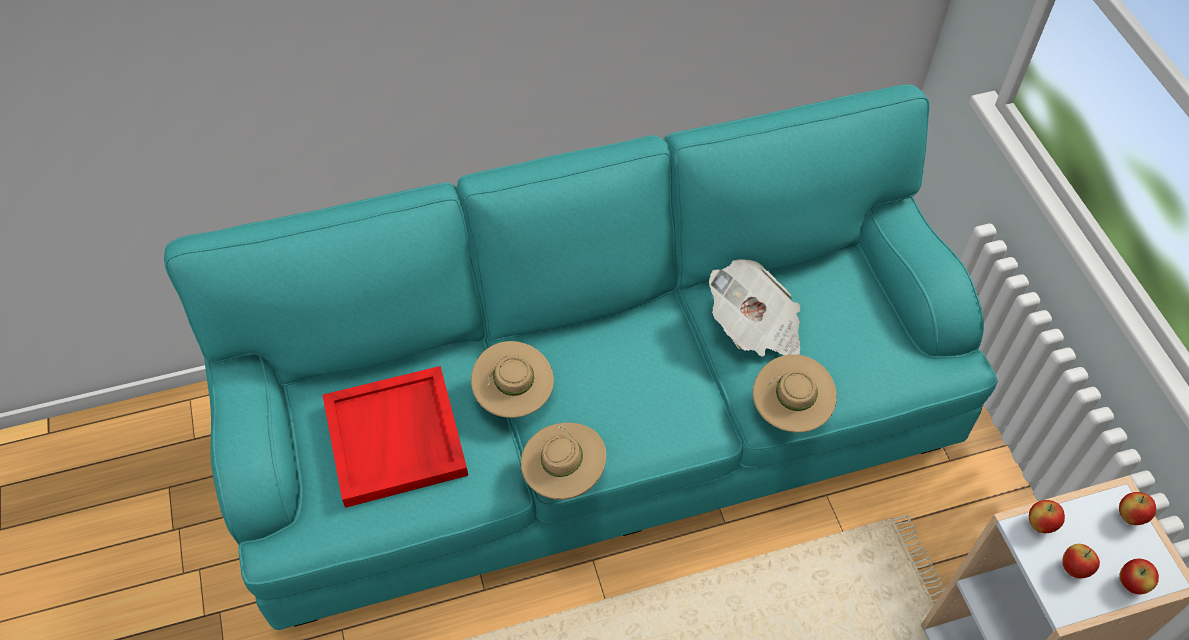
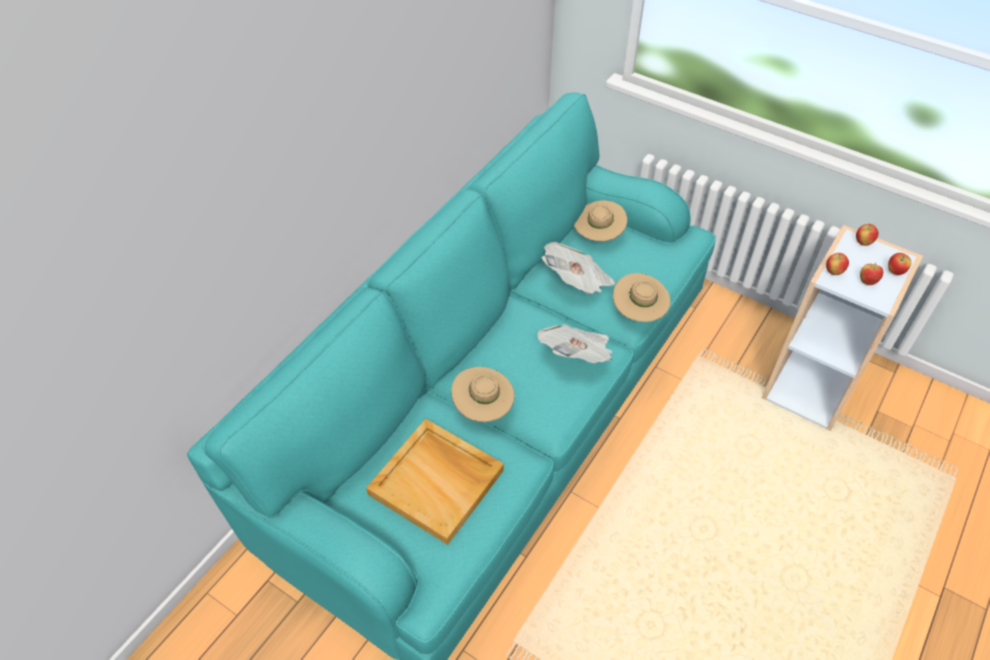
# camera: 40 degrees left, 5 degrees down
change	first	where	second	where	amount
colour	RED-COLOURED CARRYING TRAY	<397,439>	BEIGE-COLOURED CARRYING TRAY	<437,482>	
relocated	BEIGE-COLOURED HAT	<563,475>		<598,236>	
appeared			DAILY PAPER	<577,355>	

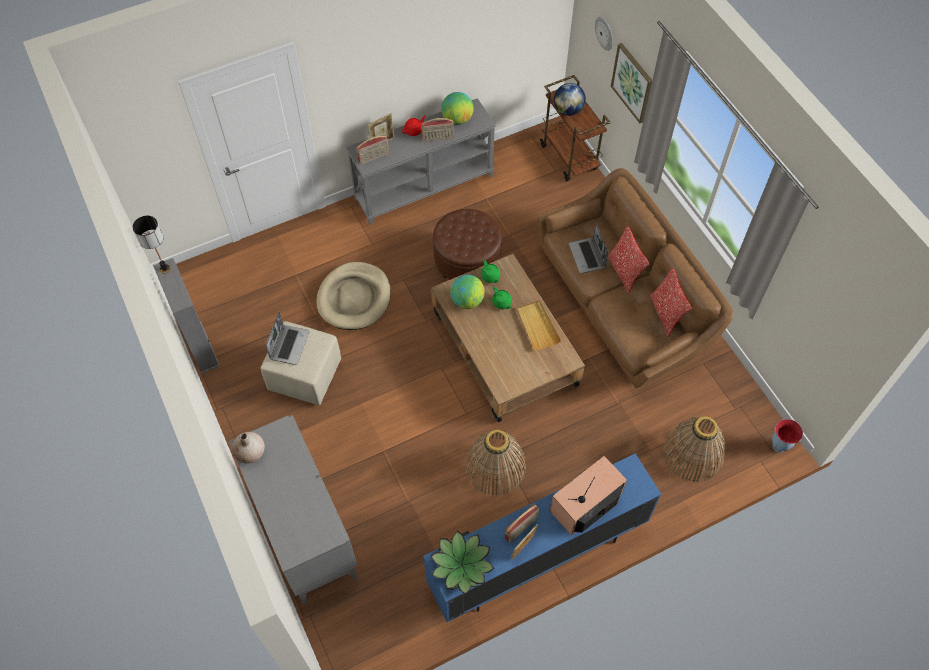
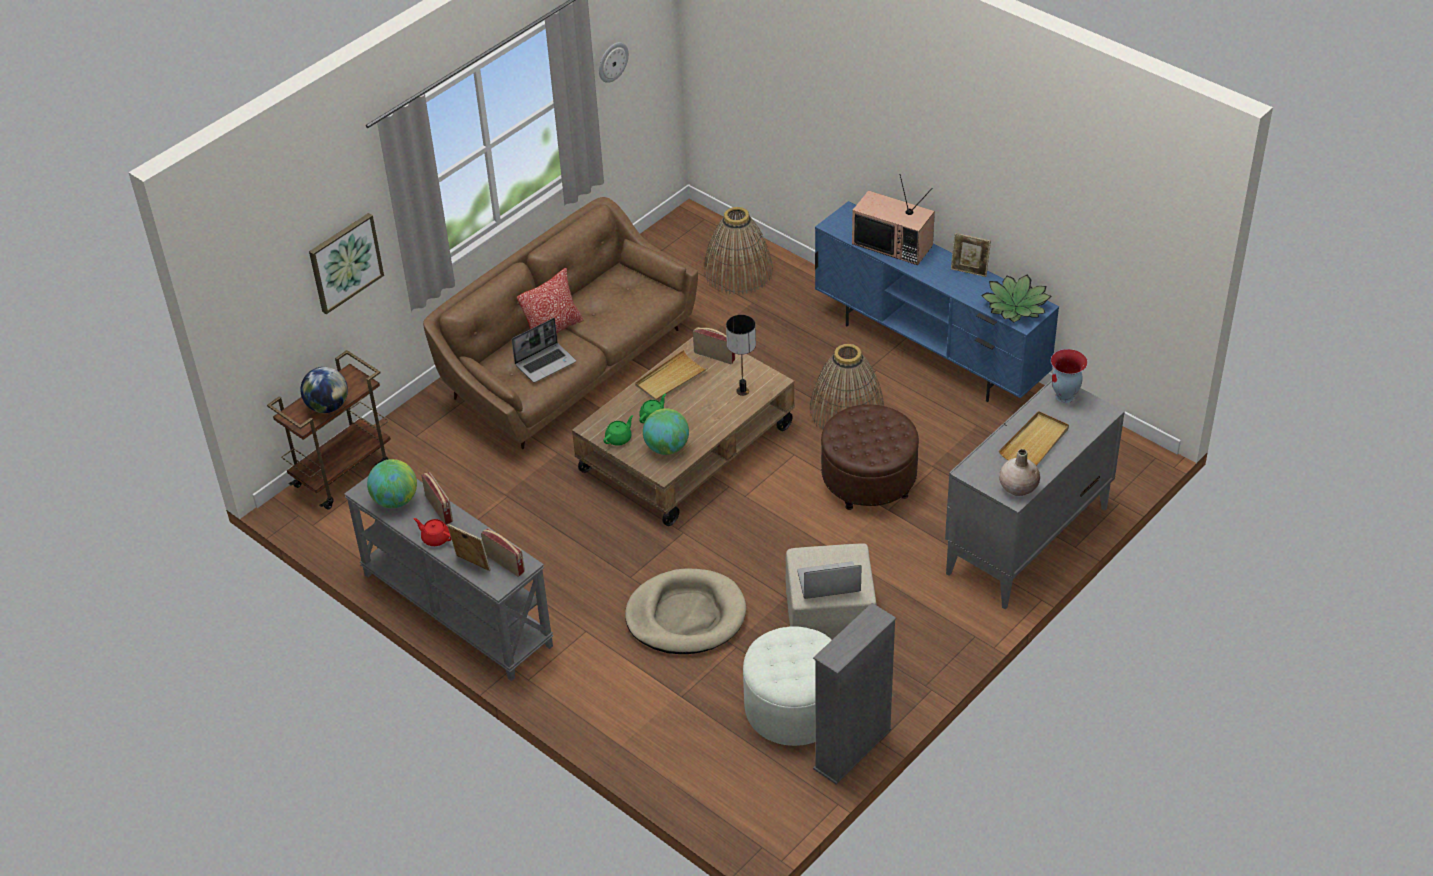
# camera: 110 degrees left, 15 degrees down
change	first	where	second	where	amount
relocated	TABLE LAMP	<165,269>		<742,391>	
relocated	BROWN-COLOURED OTTOMAN	<467,261>		<868,482>	
relocated	RADIO SET	<521,528>		<715,356>	
relocated	WALL CLOCK	<604,33>		<612,61>	
missing	PILLOW	<665,314>			
relocated	DECORATIVE VASE	<778,446>		<1065,396>	
appeared			WHITISH OTTOMAN	<794,708>	
appeared			BEIGE-COLOURED CARRYING TRAY	<1035,443>	

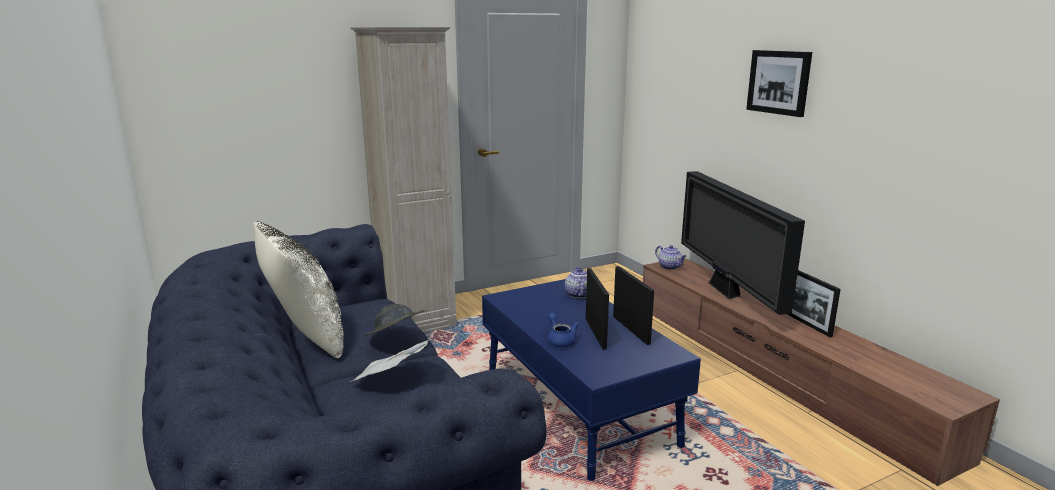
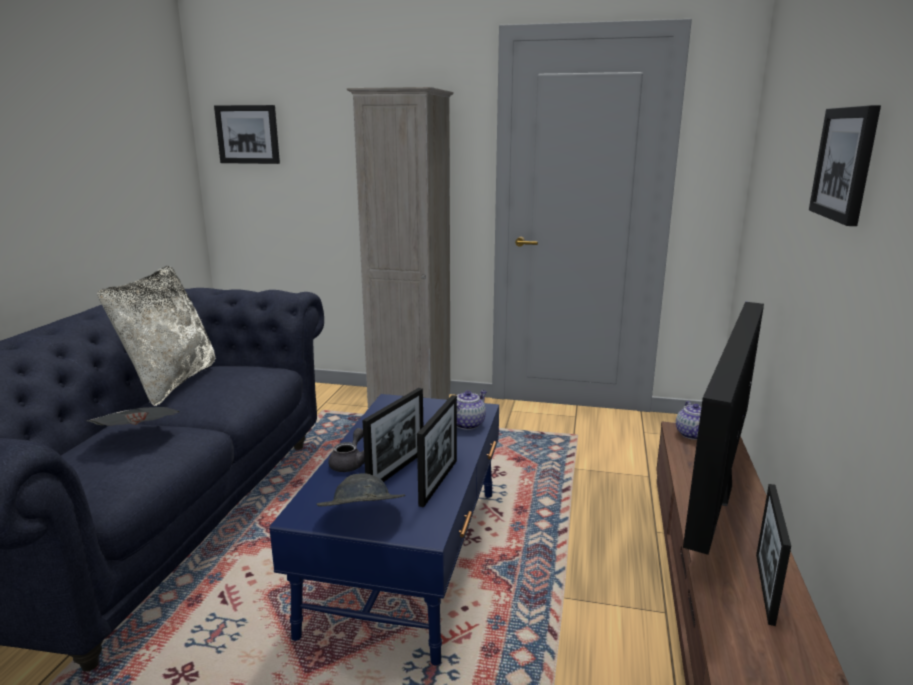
# camera: 40 degrees right, 0 degrees up
change	first	where	second	where	amount
relocated	GRAY HAT	<395,337>		<361,518>	
colour	BLUE TEAPOT	<560,340>	GRAY TEAPOT	<350,463>	
appeared			WALL PICTURE	<248,134>	

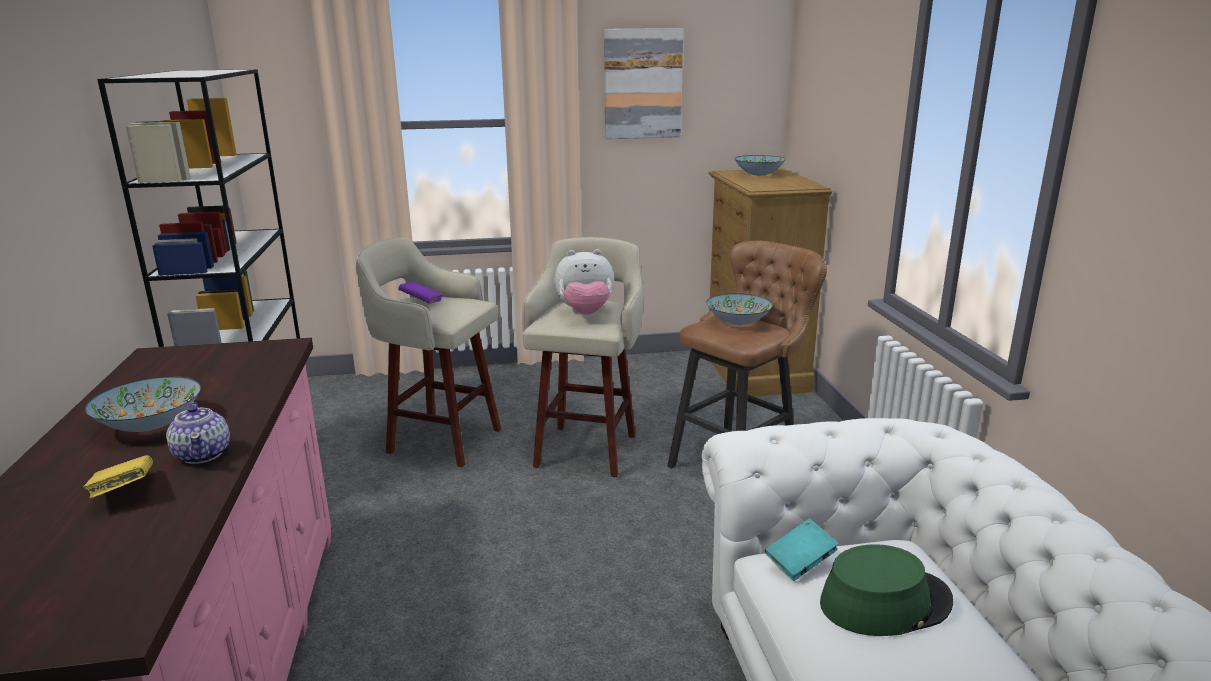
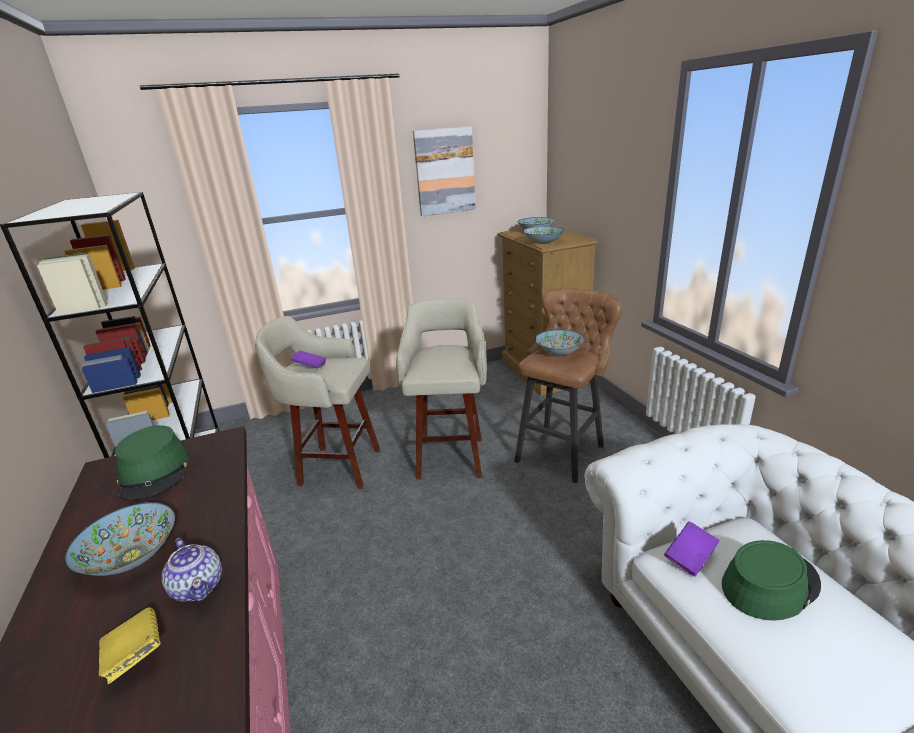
# camera: 10 degrees left, 5 degrees up
change	first	where	second	where	amount
missing	PLUSH TOY	<585,314>			
colour	TURQUOISE VOLUME	<800,562>	PURPLE-COLOURED VOLUME	<690,557>	
appeared			GREEN-COLOURED HAT	<155,472>	
appeared			BOWL	<543,242>	

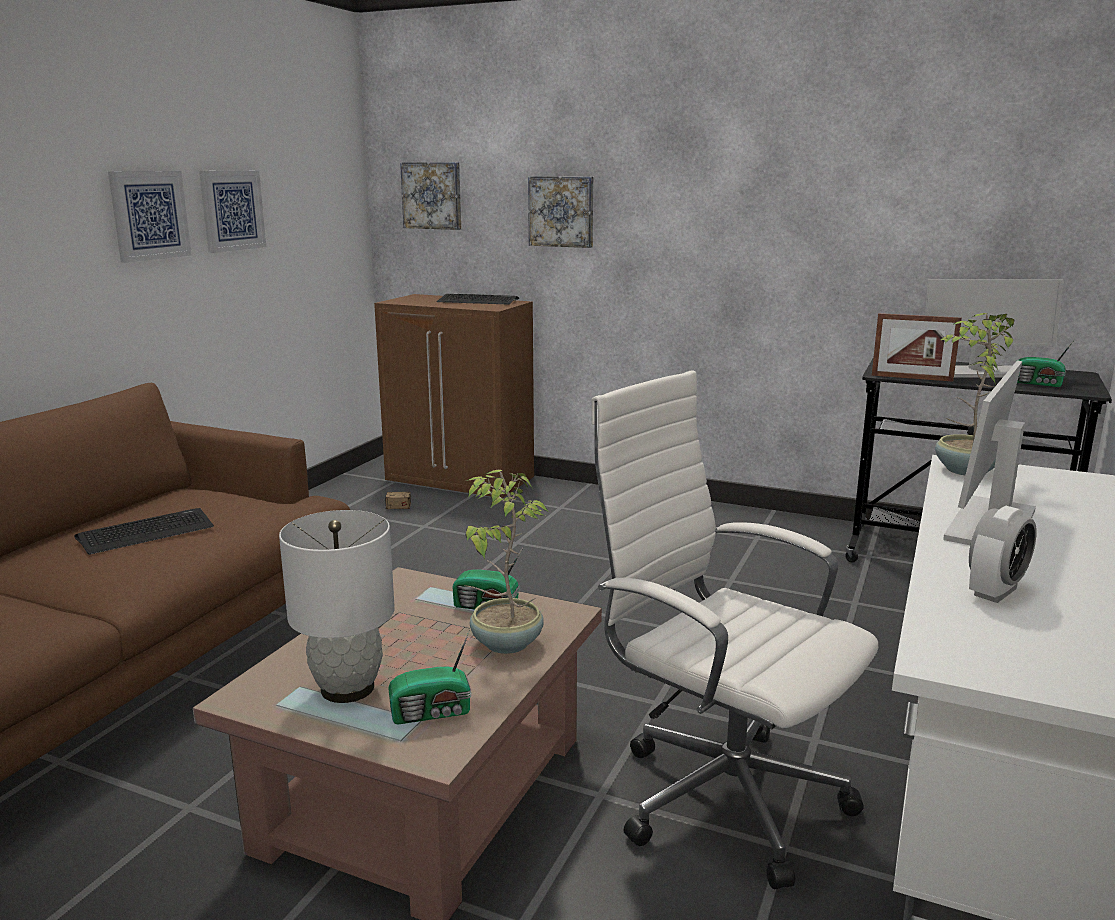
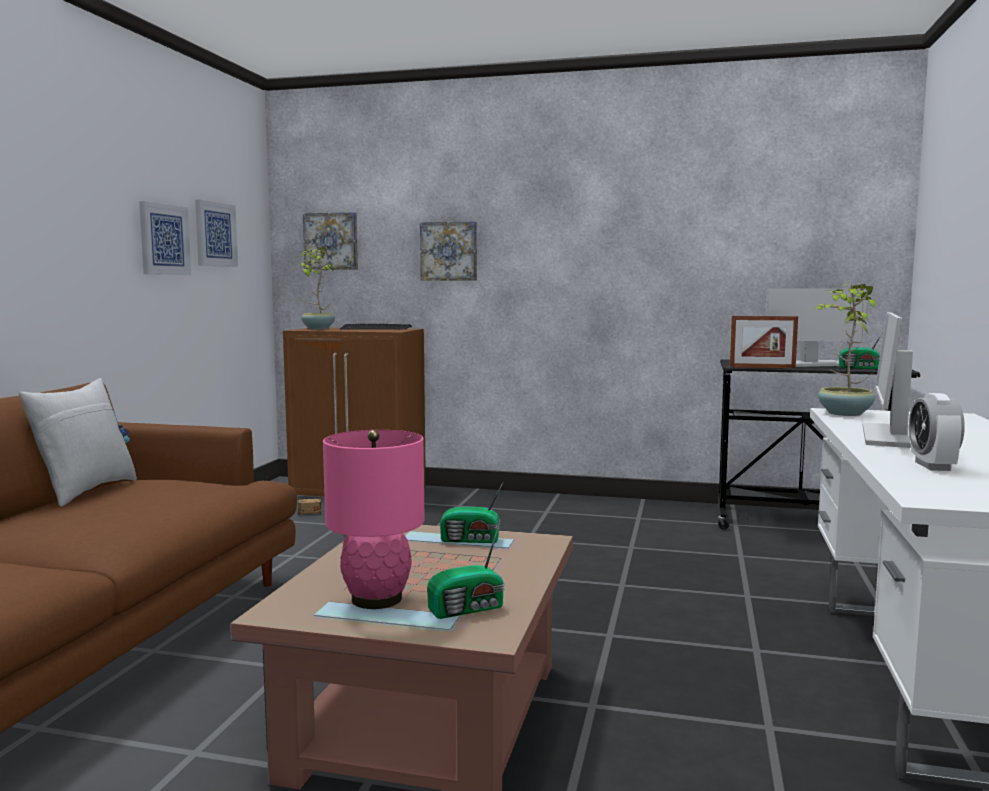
# camera: 10 degrees left, 10 degrees down
change	first	where	second	where	amount
missing	COMPUTER KEYBOARD	<146,532>			
relocated	WALL PICTURE	<149,215>		<215,234>	
colour	WHITISH TABLE LAMP	<347,688>	PINK TABLE LAMP	<377,599>	
relocated	PLANT IN A POT	<505,643>		<317,328>	
missing	WHITISH OFFICE CHAIR	<719,794>			
spun	TABLE CLOCK	<995,592>		<932,466>	150 degrees clockwise
appeared			GRAY PILLOW	<86,492>	

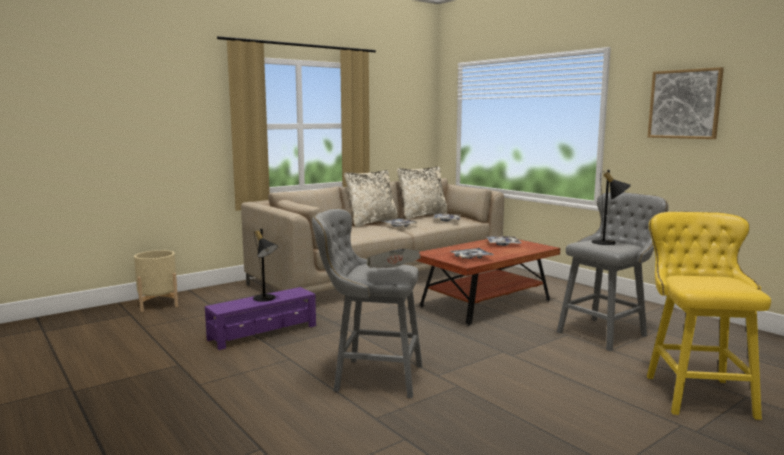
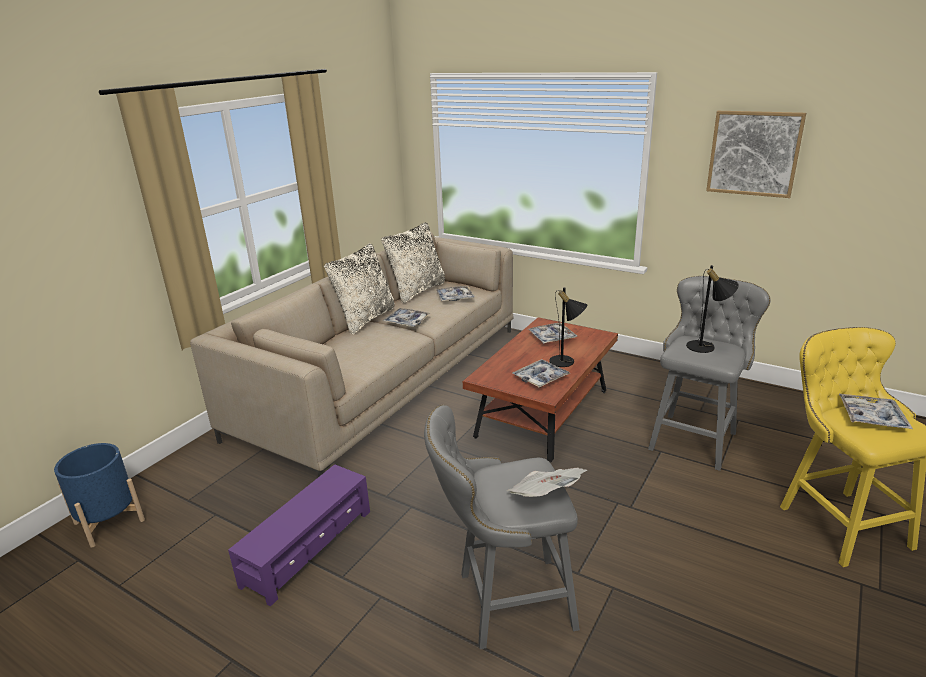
# camera: 20 degrees left, 15 degrees up
change	first	where	second	where	amount
colour	BEIGE-COLOURED PLANT POT	<158,304>	BLUE PLANT POT	<109,521>	
relocated	BLACK-COLOURED TABLE LAMP	<266,299>		<566,362>	
appeared			CARRYING TRAY	<871,417>	

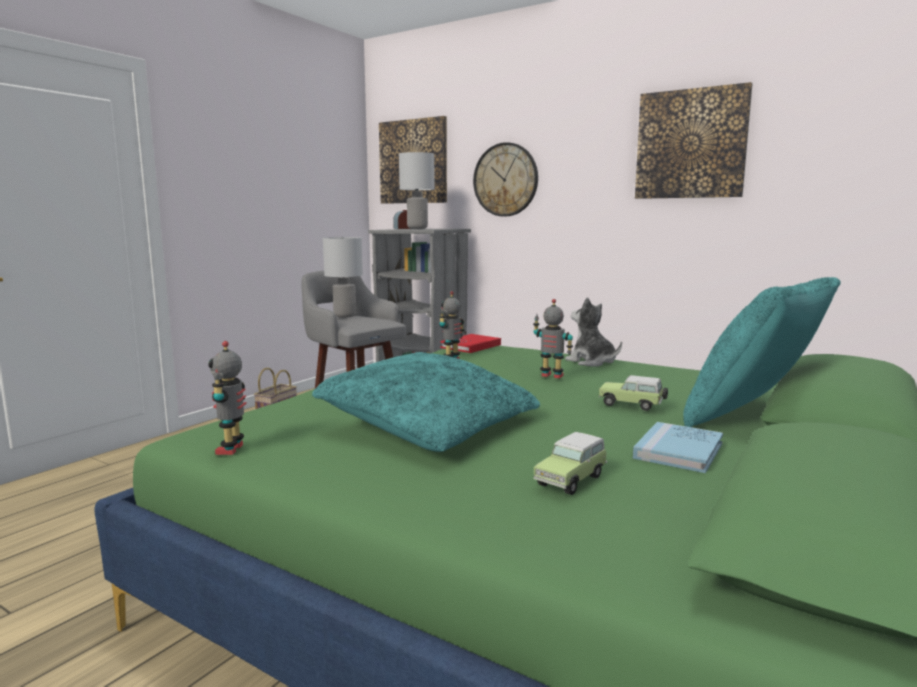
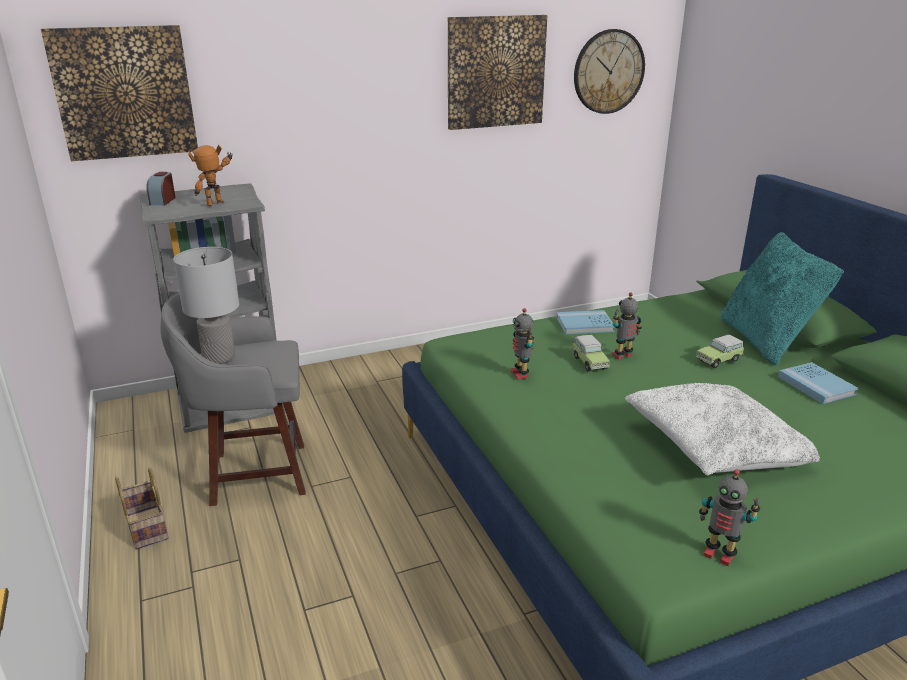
# camera: 55 degrees left, 15 degrees up
change	first	where	second	where	amount
colour	TURQUOISE PILLOW	<430,426>	WHITISH PILLOW	<715,447>	
exchanged	GRAY TABLE LAMP	<417,229>	ROBOT FIGURE	<217,204>	
missing	RED-COLOURED VOLUME	<471,346>			
relocated	WALL CLOCK	<505,180>		<608,72>	
relocated	MODEL CAR	<572,479>		<589,362>	
exchanged	PLUSH TOY	<591,362>	BLUE VOLUME	<584,325>	

